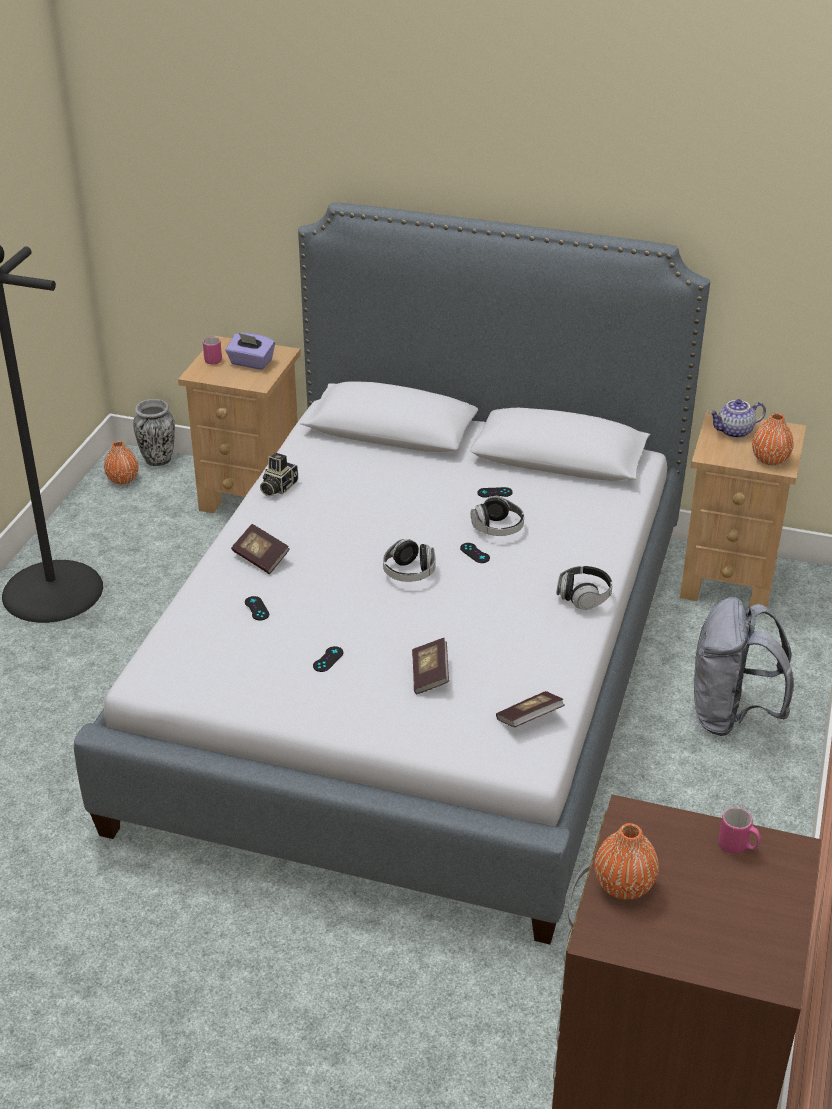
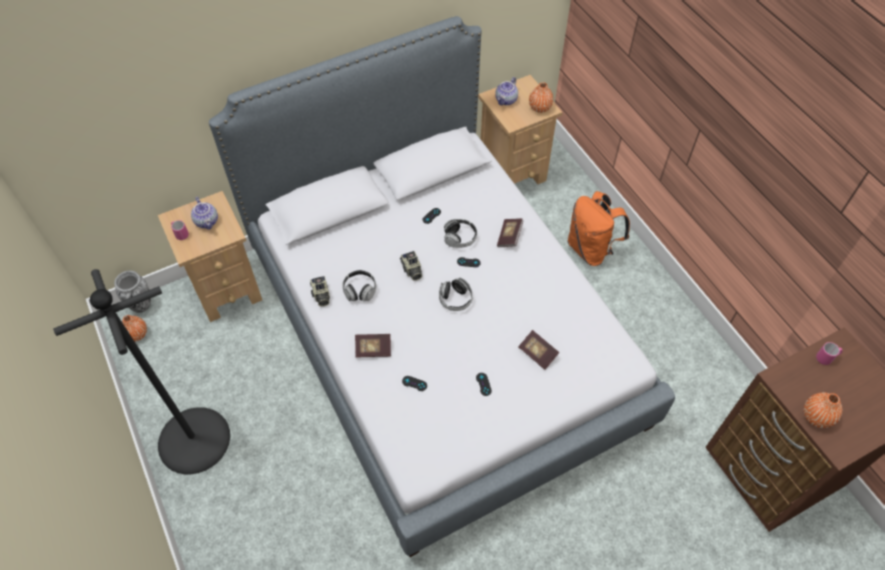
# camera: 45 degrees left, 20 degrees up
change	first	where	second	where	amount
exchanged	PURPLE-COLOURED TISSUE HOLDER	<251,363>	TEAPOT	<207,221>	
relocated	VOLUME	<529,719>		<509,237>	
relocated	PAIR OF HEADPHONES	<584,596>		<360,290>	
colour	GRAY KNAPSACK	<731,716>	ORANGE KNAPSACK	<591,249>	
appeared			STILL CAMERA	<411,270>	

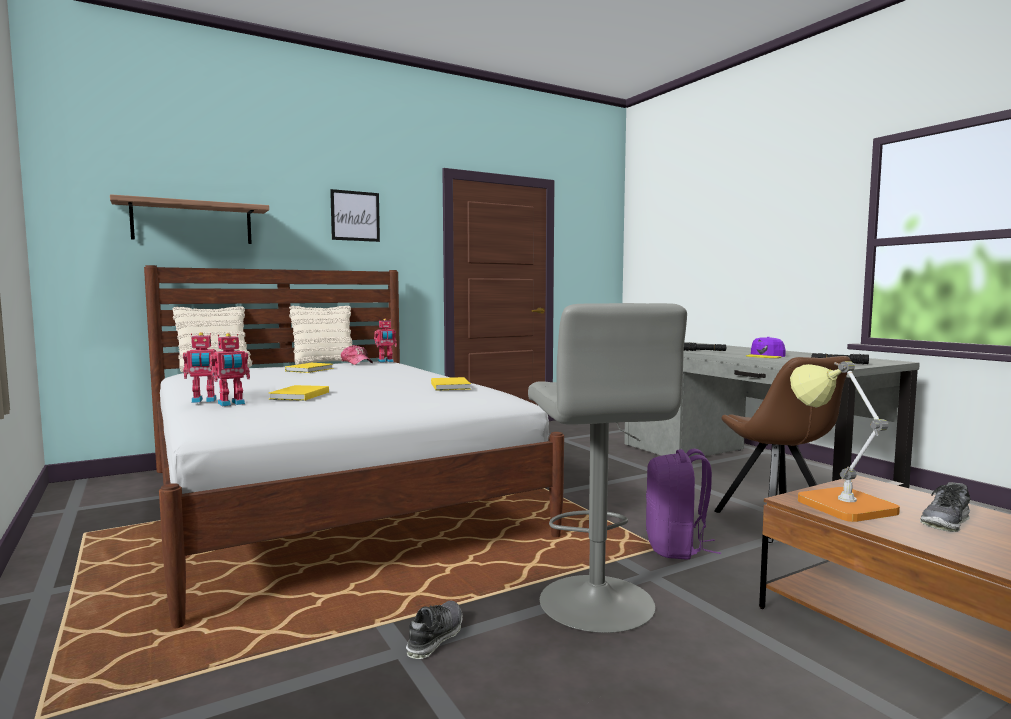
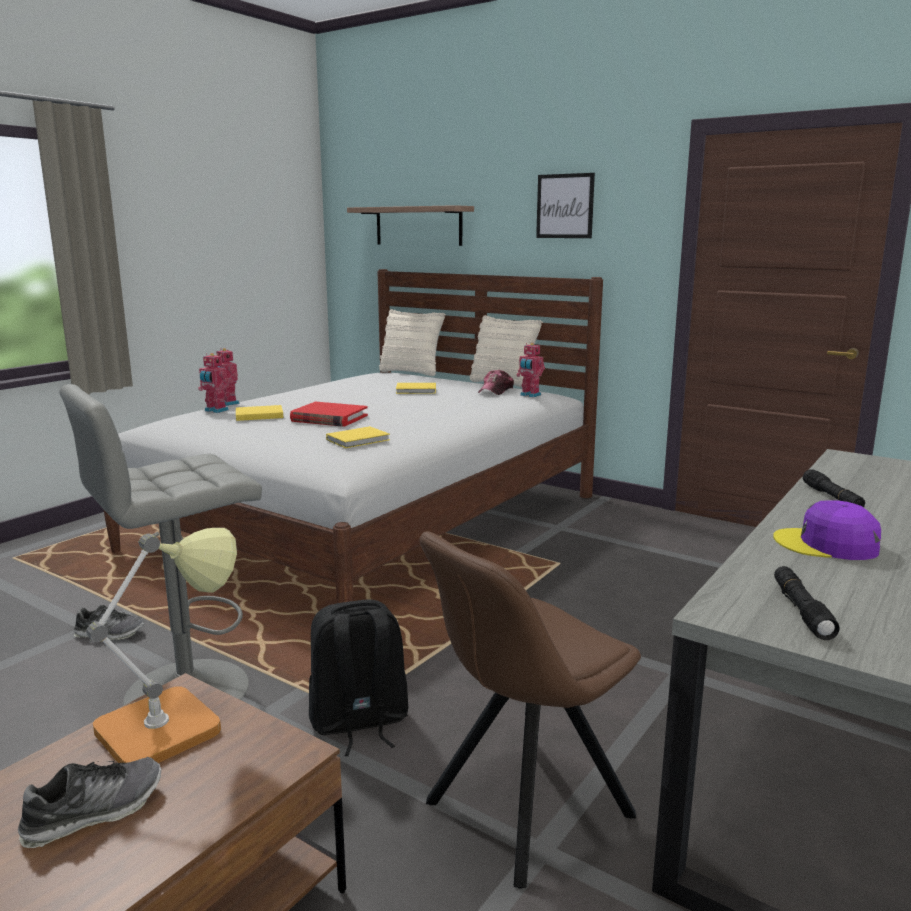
# camera: 65 degrees right, 10 degrees up
change	first	where	second	where	amount
colour	PURPLE-COLOURED KNAPSACK	<676,548>	BLACK-COLOURED KNAPSACK	<358,723>	
spun	ITEM OF FOOTWEAR	<946,522>		<95,812>	120 degrees clockwise
appeared			RED-COLOURED VOLUME	<329,418>	

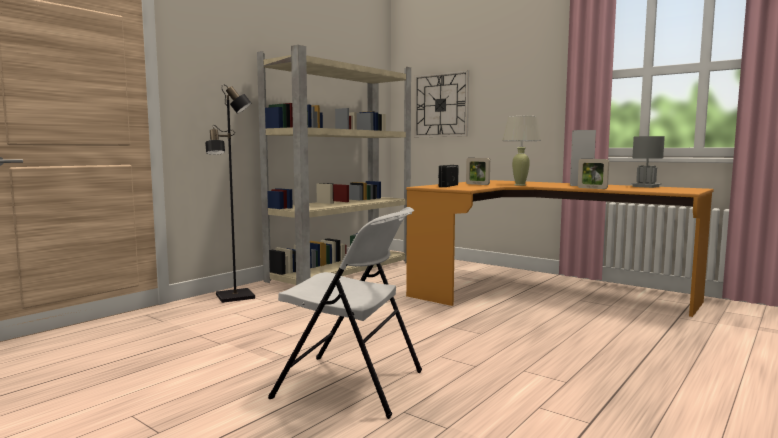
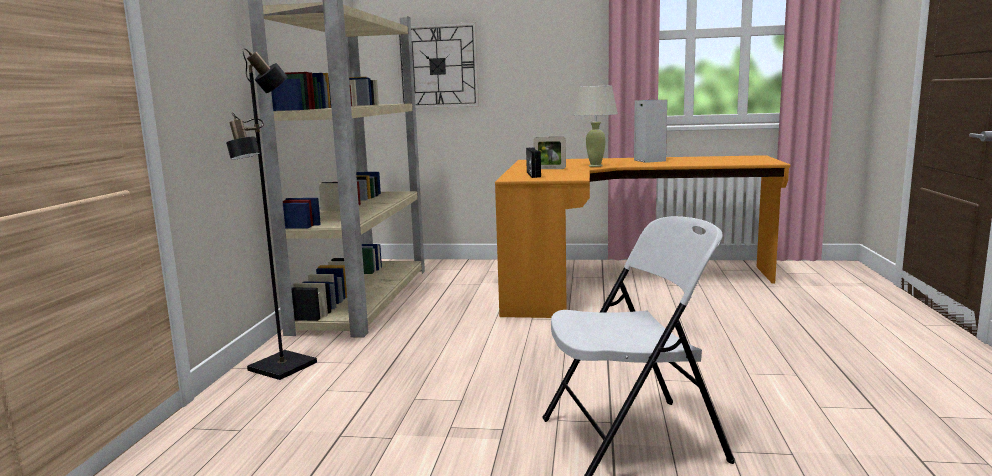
# camera: 30 degrees left, 5 degrees up
change	first	where	second	where	amount
missing	PICTURE FRAME	<592,188>			
missing	GRAY TABLE LAMP	<646,186>			

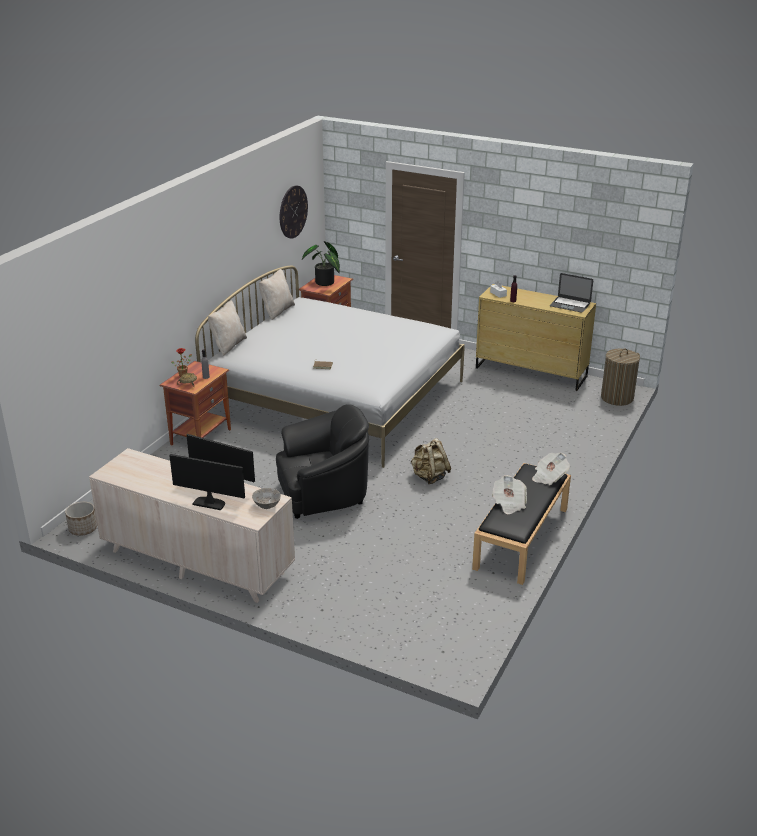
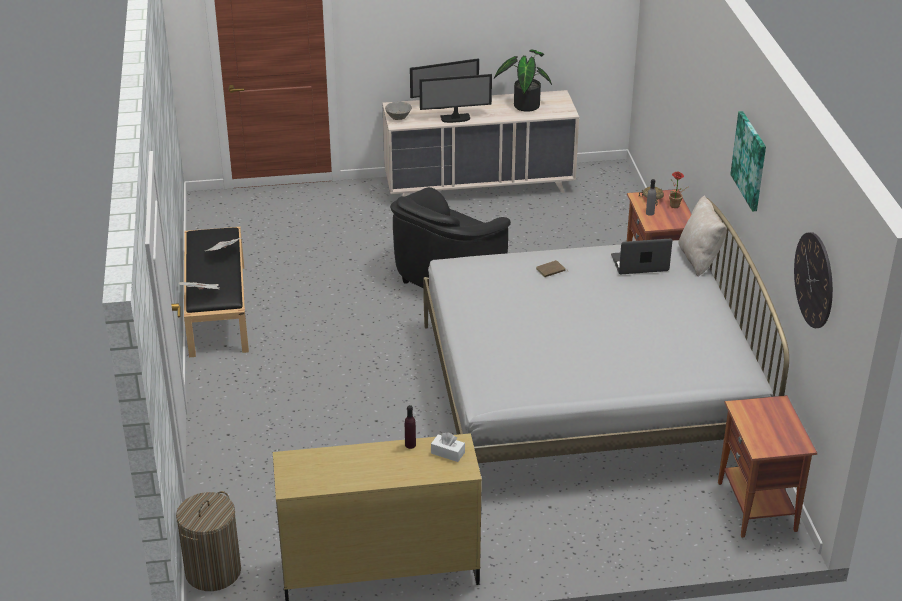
# camera: 145 degrees right, 5 degrees up
change	first	where	second	where	amount
missing	PLANT POT	<83,529>			
missing	BEIGE-COLOURED PILLOW	<277,311>			
relocated	PLANT IN A POT	<324,283>		<524,104>	
missing	BEIGE-COLOURED KNAPSACK	<429,477>			
relocated	PORTABLE COMPUTER	<570,304>		<639,263>	
appeared			WALL PICTURE	<750,160>	

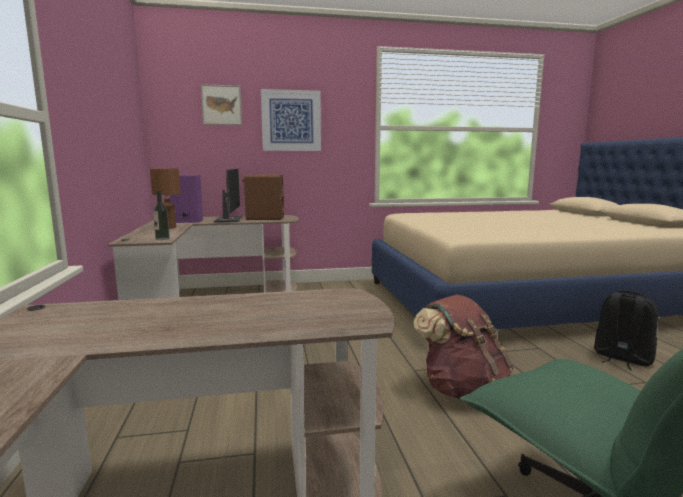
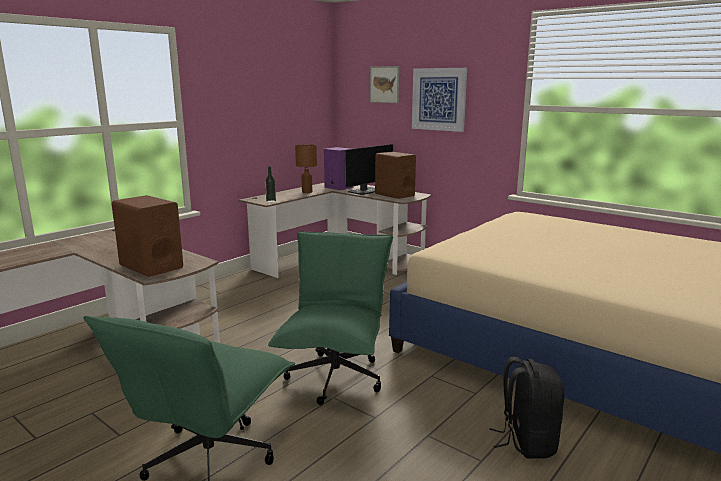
# camera: 50 degrees right, 5 degrees up
change	first	where	second	where	amount
exchanged	BROWN-COLOURED KNAPSACK	<461,389>	GREEN-COLOURED OFFICE CHAIR	<335,378>	
appeared			BROWN-COLOURED LOUDSPEAKER	<151,266>	

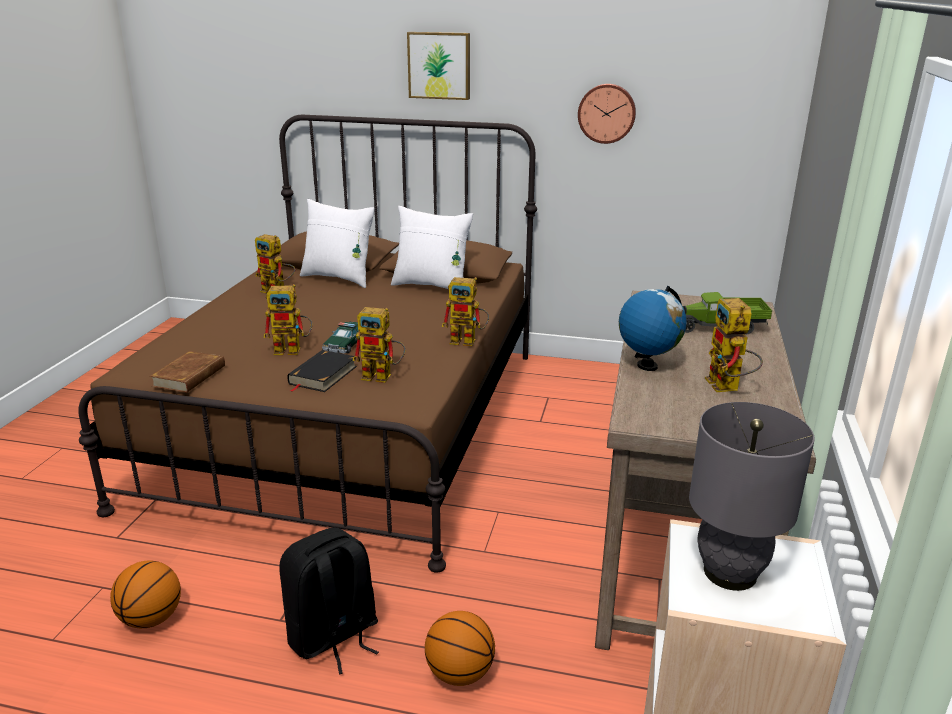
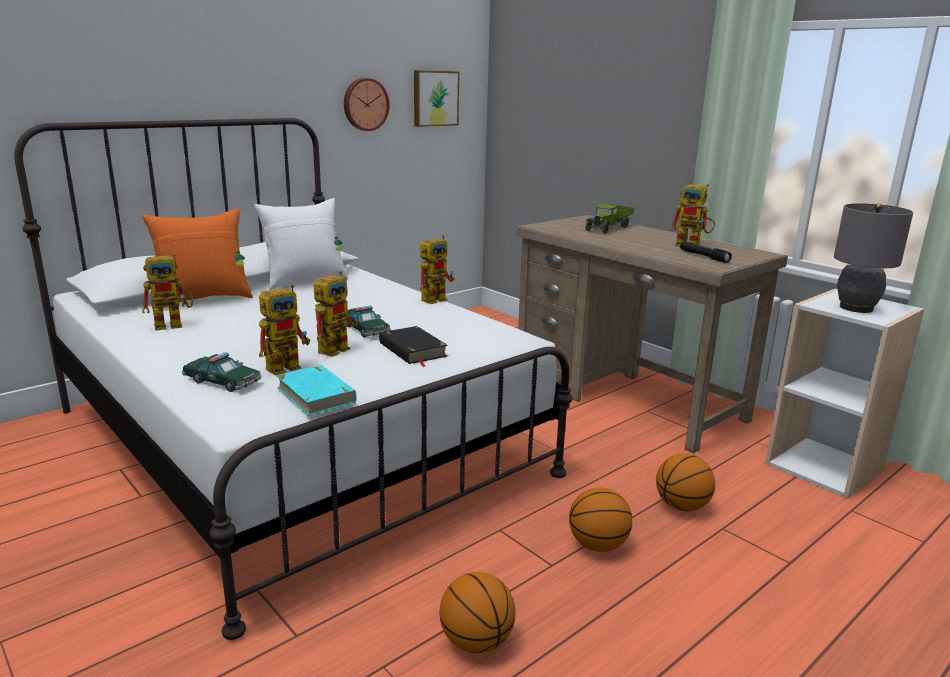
# camera: 55 degrees left, 5 degrees down
change	first	where	second	where	amount
colour	BROWN-COLOURED BEDROOM BED	<352,422>	WHITISH BEDROOM BED	<296,441>	
colour	BROWN-COLOURED VOLUME	<190,376>	TURQUOISE VOLUME	<316,395>	
exchanged	BLACK-COLOURED KNAPSACK	<333,637>	BASKETBALL	<598,545>	
colour	WHITISH PILLOW	<338,278>	ORANGE PILLOW	<204,300>	
relocated	ROBOT FIGURE	<383,376>		<288,366>	
relocated	WALL PICTURE	<439,65>		<435,98>	
missing	GLOBE	<647,366>			
appeared			MODEL CAR	<222,382>	
appeared			BLACK-COLOURED TORCH	<703,256>	

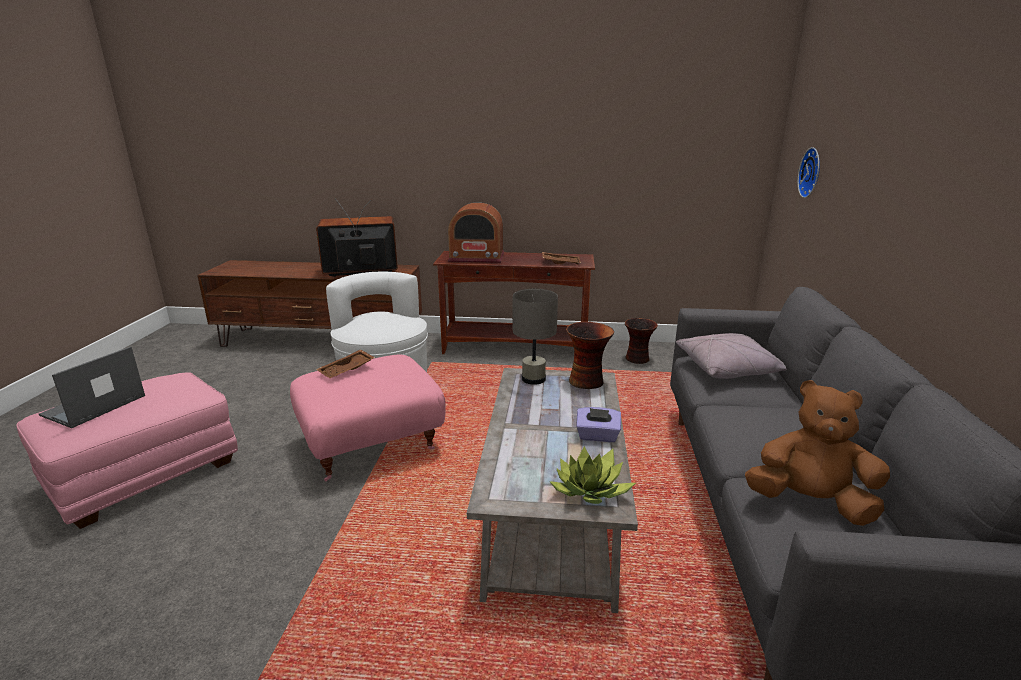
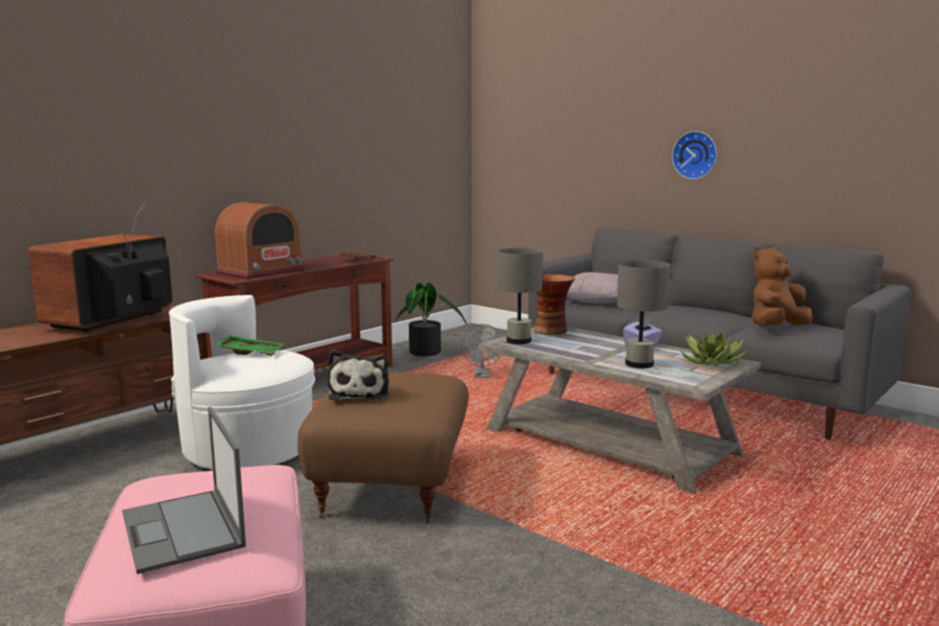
# camera: 55 degrees left, 10 degrees down
change	first	where	second	where	amount
colour	PINK OTTOMAN	<371,446>	BROWN-COLOURED OTTOMAN	<392,487>	
exchanged	BROWN-COLOURED CARRYING TRAY	<347,370>	PLUSH TOY	<360,392>	
exchanged	DECORATIVE VASE	<638,359>	PLANT IN A POT	<428,353>	
relocated	WALL CLOCK	<812,173>		<695,155>	
appeared			GREEN-COLOURED CARRYING TRAY	<251,352>	
appeared			GRAY COOLING FAN	<482,376>	
appeared			GRAY TABLE LAMP	<639,364>	

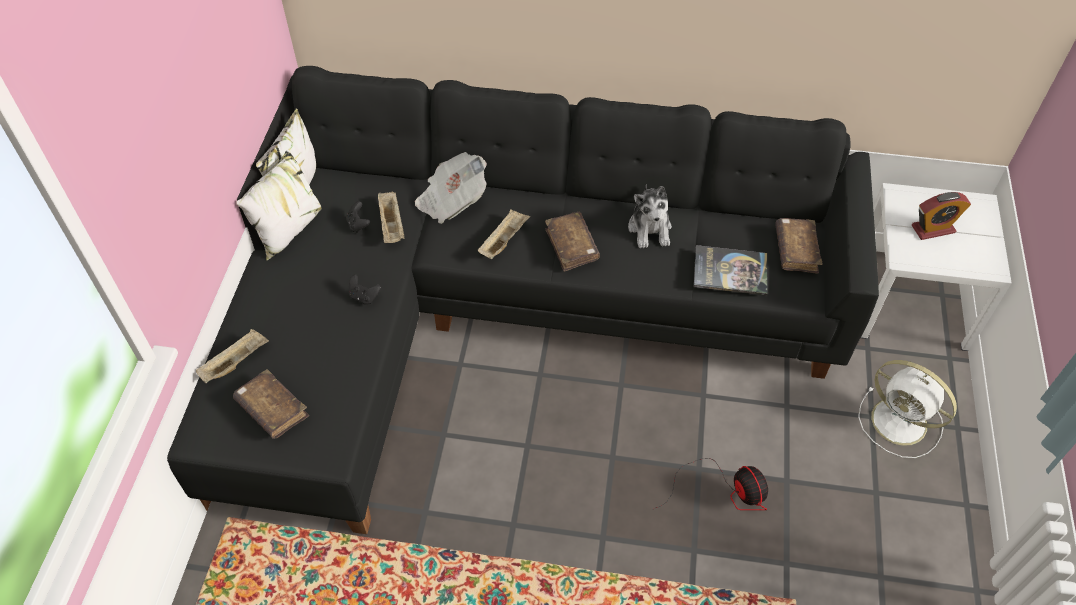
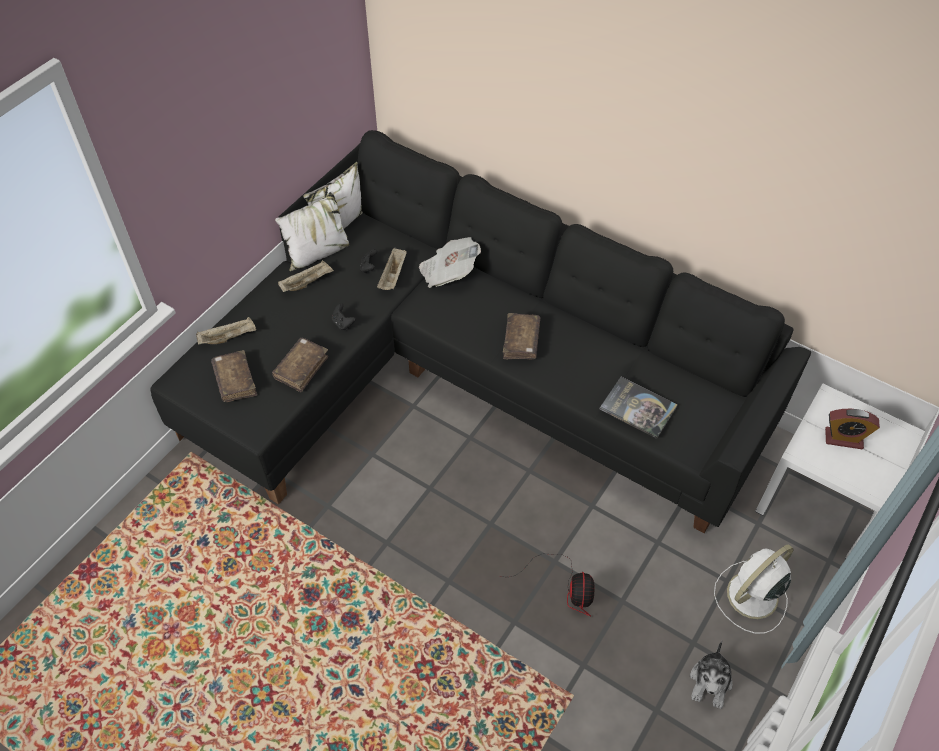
# camera: 25 degrees right, 0 degrees up
change	first	where	second	where	amount
relocated	BEIGE-COLOURED CARRYING TRAY	<504,241>		<307,283>	
relocated	PLUSH TOY	<650,229>		<710,682>	
relocated	BROWN-COLOURED VOLUME	<796,250>		<301,368>	
spun	WHITISH COOLING FAN	<901,423>		<750,596>	75 degrees clockwise

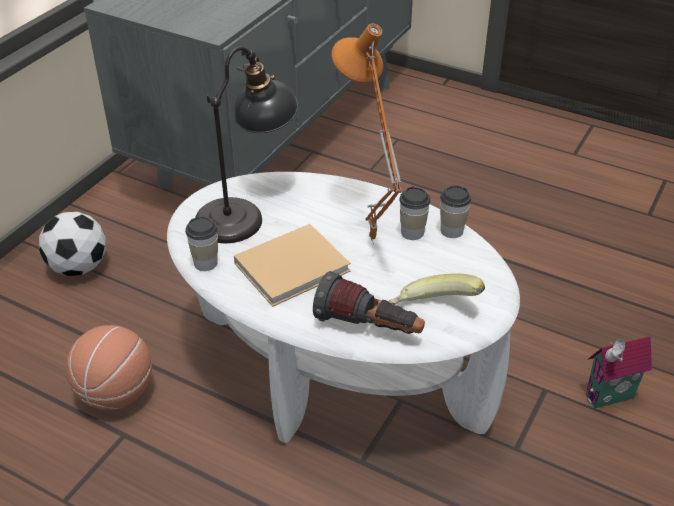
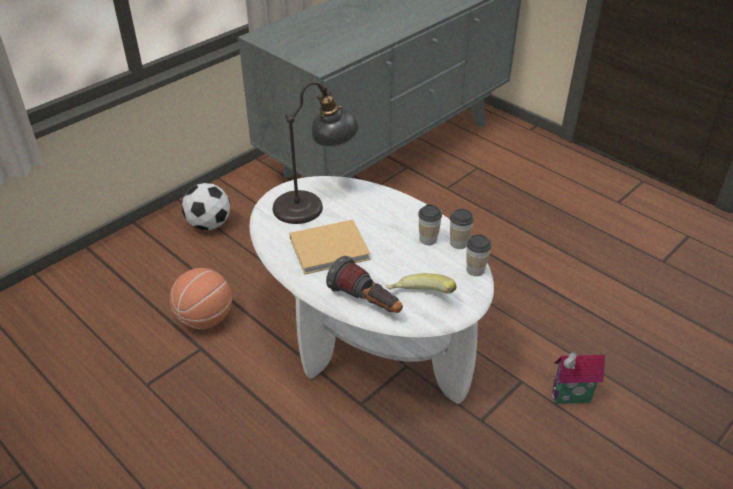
# camera: 15 degrees right, 0 degrees up
change	first	where	second	where	amount
relocated	SMALL CUP	<205,263>		<475,270>	
missing	ORANGE TABLE LAMP	<368,241>			

